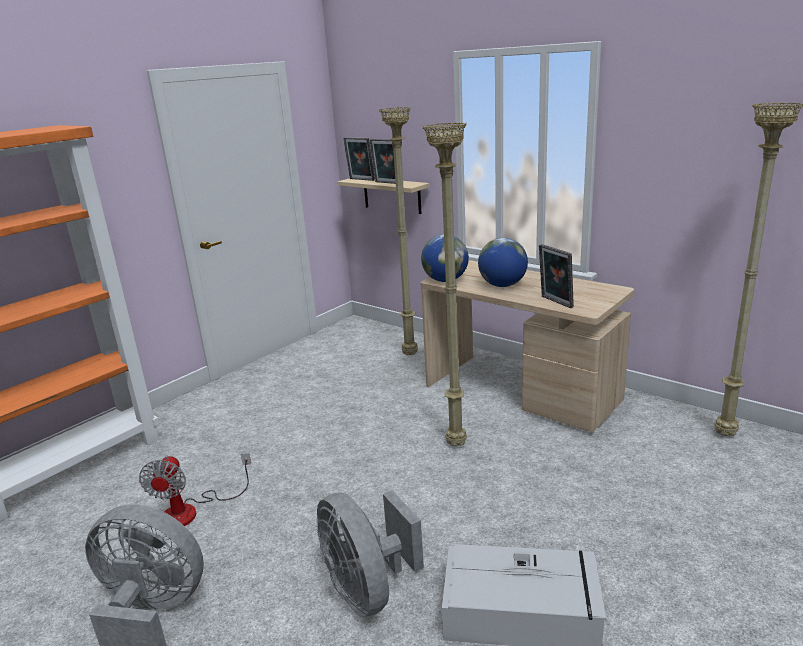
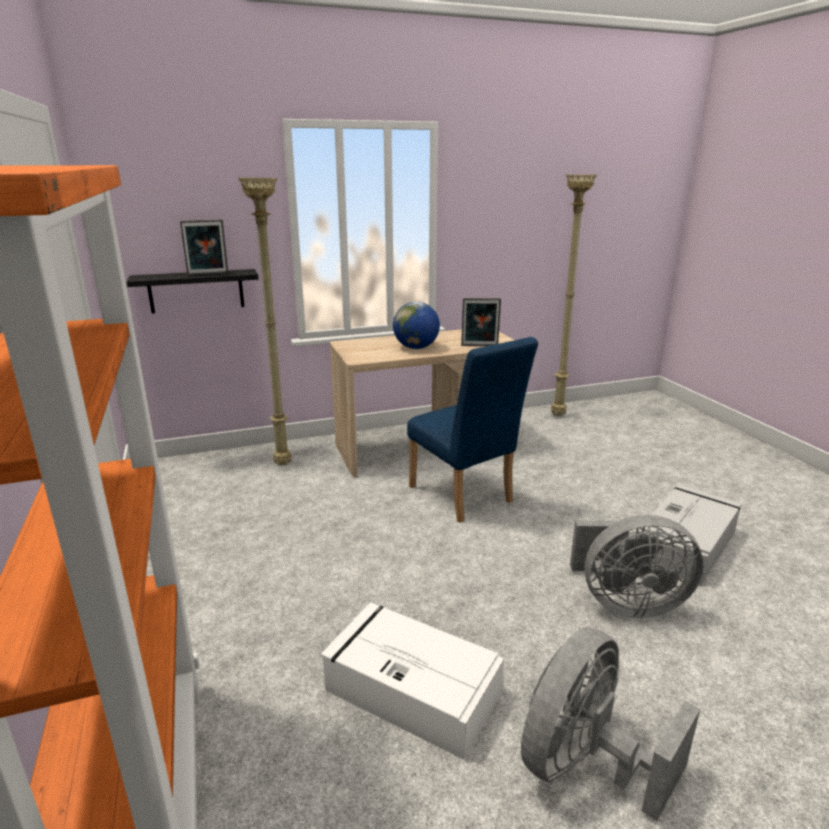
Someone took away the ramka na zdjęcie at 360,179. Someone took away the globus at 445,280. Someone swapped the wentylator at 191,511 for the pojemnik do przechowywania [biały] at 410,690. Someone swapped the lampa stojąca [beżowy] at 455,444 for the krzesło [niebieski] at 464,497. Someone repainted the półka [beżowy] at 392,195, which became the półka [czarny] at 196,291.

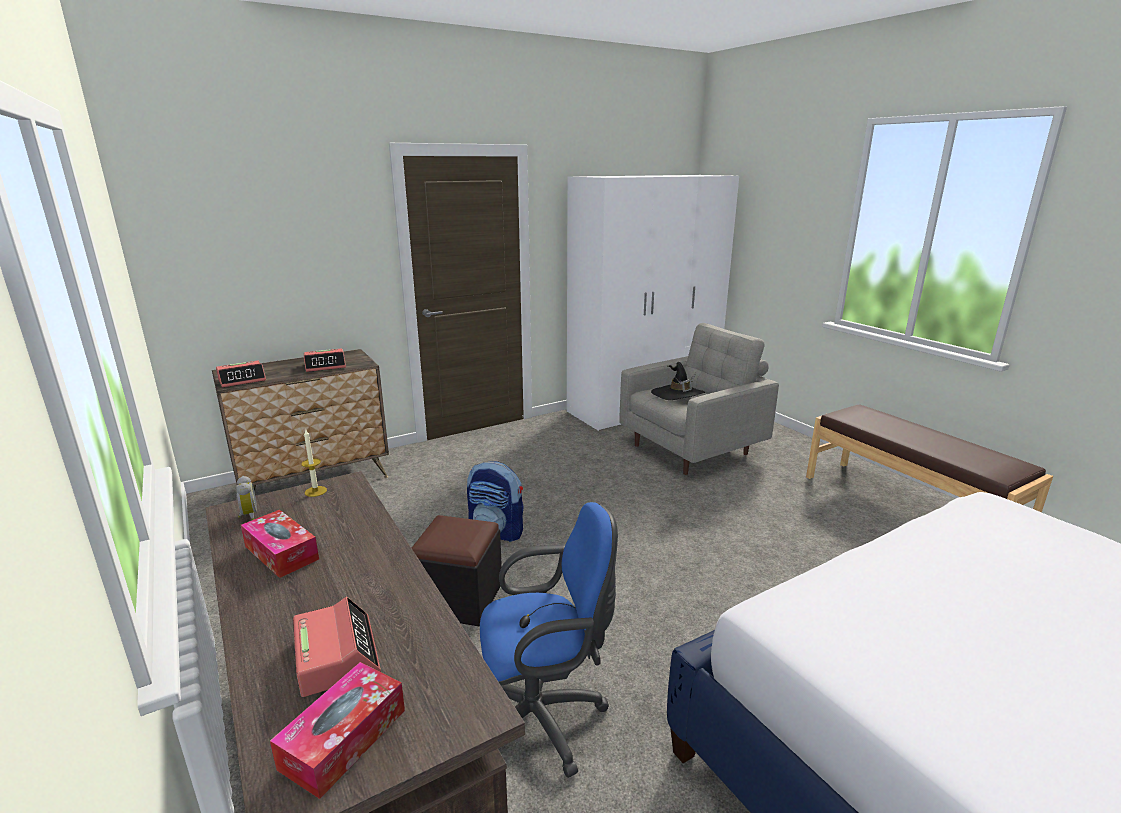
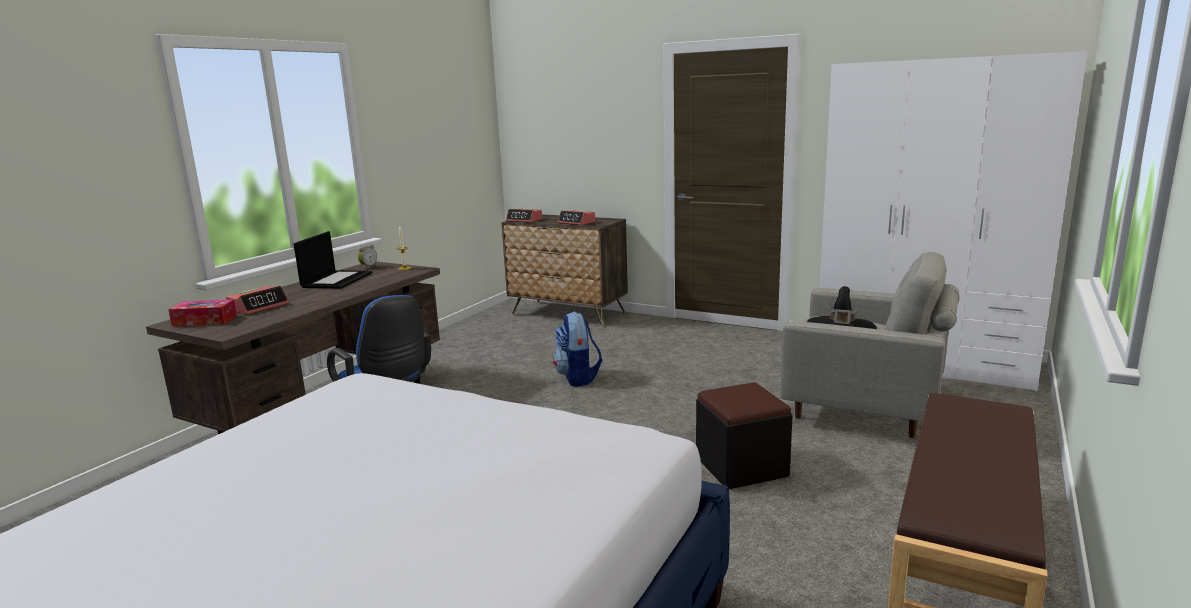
Someone carried the pufa [czarny] from 459,599 to 741,467. Someone swapped the pudełko chusteczek at 281,553 for the laptop at 337,280.

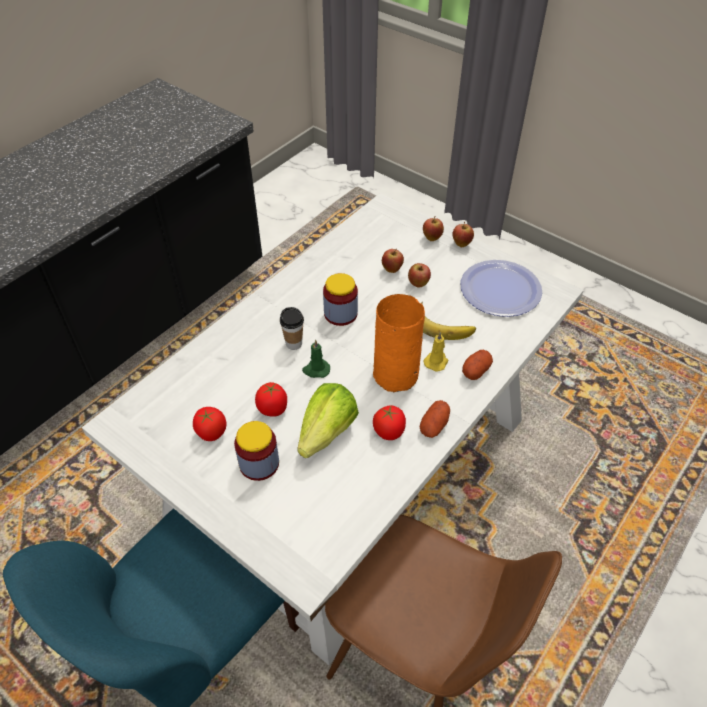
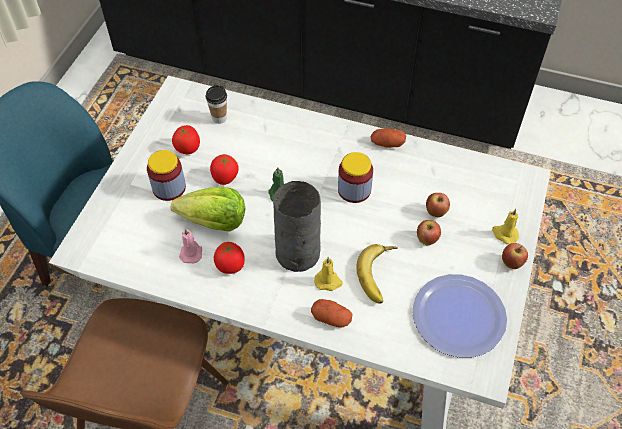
Someone put down the świeca [różowy] at 191,252. Someone carried the filiżanka from 294,343 to 219,118. Someone carried the ziemniak from 434,425 to 387,143. Someone swapped the jabłko at 432,238 for the świeca [żółty] at 504,234. Someone repainted the wazon [pomarańczowy] at 396,376, which became the wazon [szary] at 297,254.

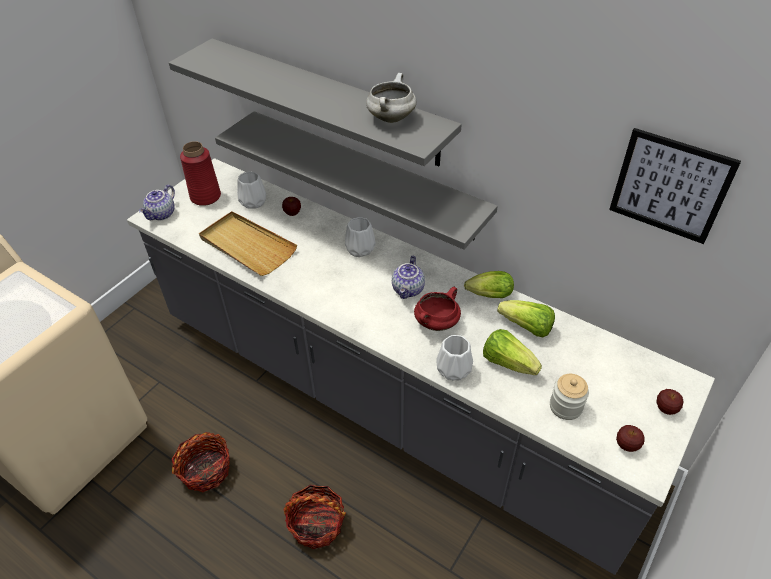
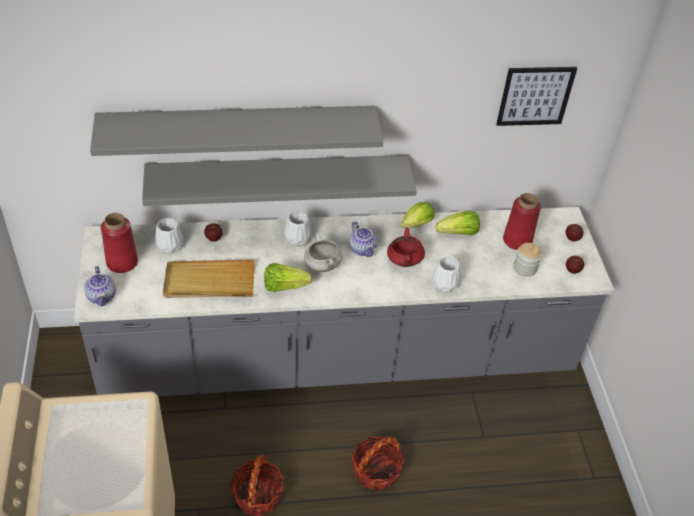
Someone put down the wazon [czerwony] at 517,240. Someone carried the garnek [biały] from 391,117 to 321,265. Someone carried the sałata from 508,362 to 284,286.

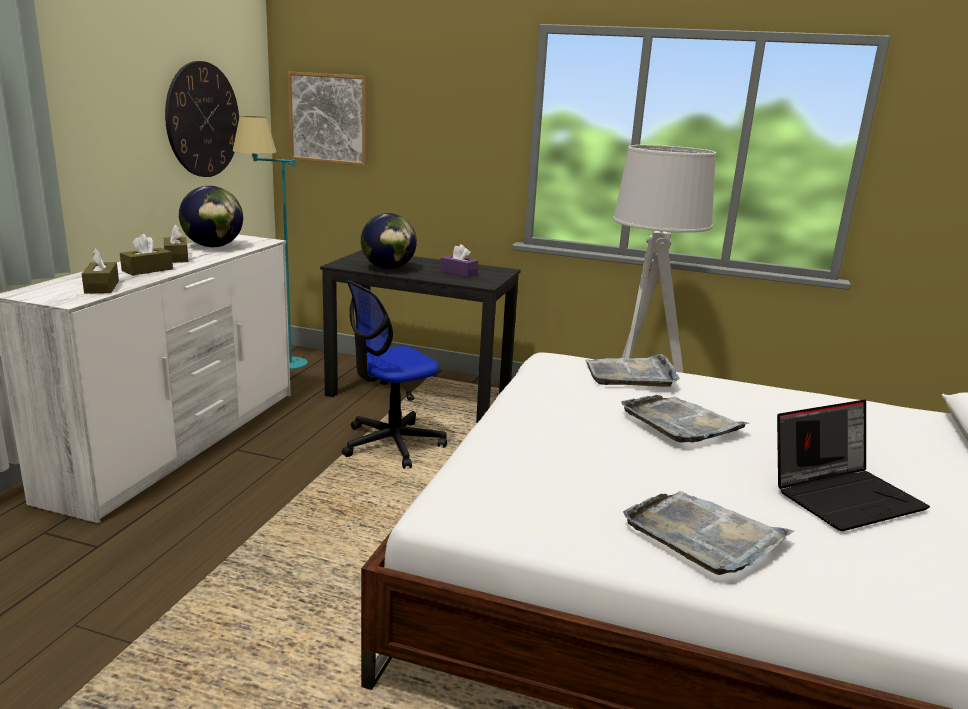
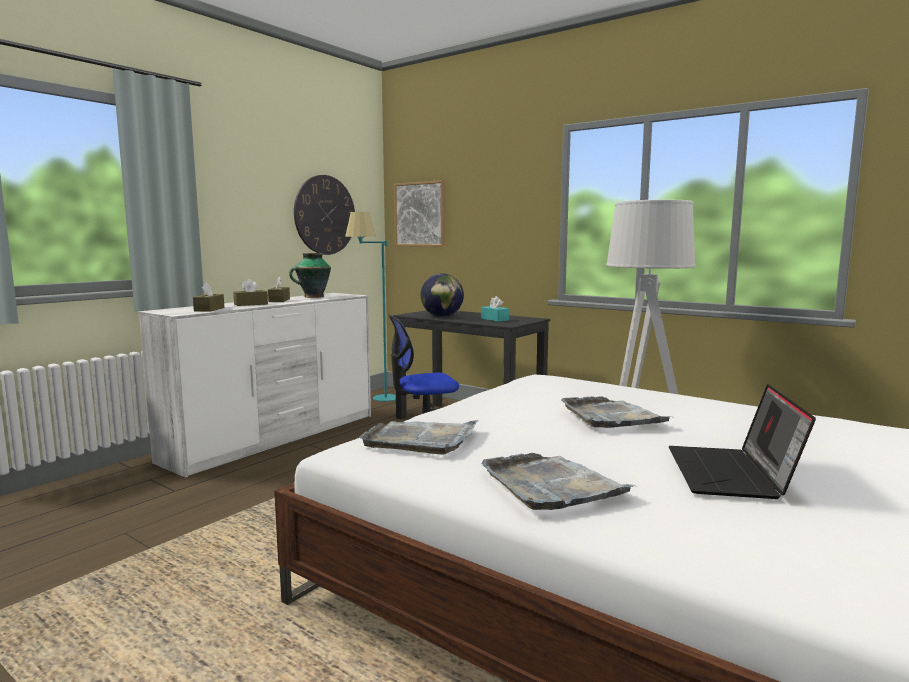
Someone carried the taca [szary] from 631,374 to 421,439. Someone swapped the globus at 213,246 for the wazon at 313,297. Someone repainted the pudełko chusteczek [fioletowy] at 458,273, which became the pudełko chusteczek [turkusowy] at 494,319. Someone rotated the laptop at 844,495 by 105 degrees clockwise.

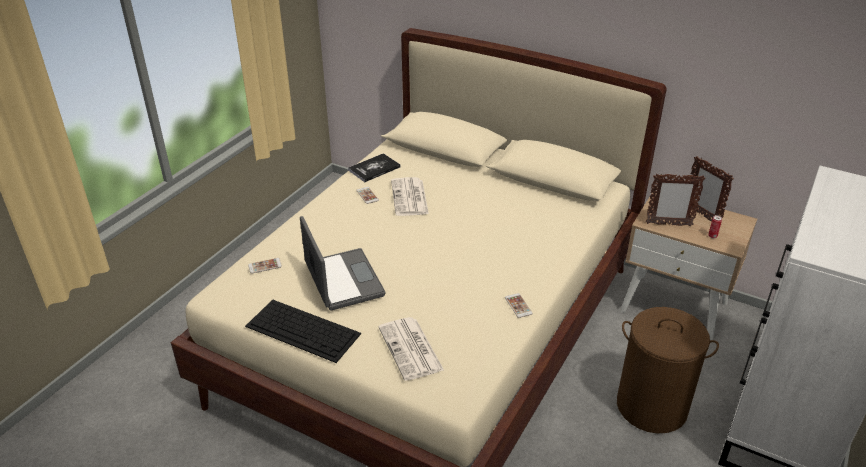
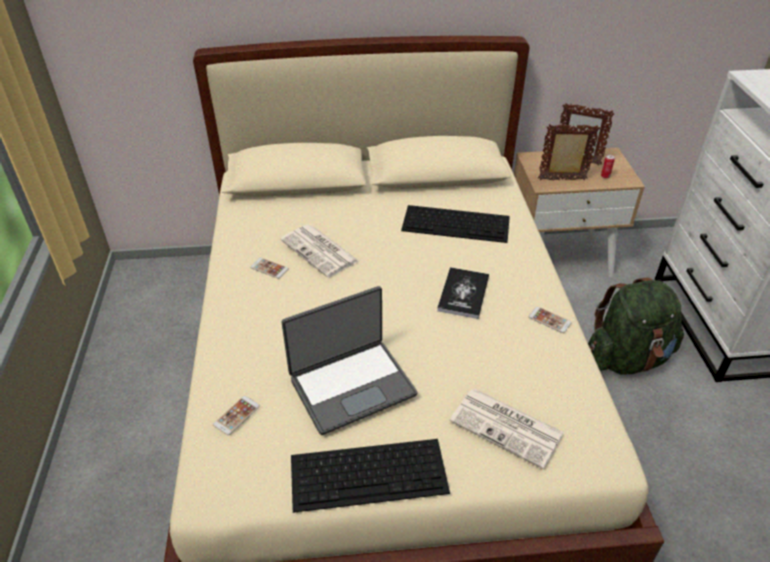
Someone put down the klawiatura at 457,223. Someone carried the książka from 374,169 to 463,294. Someone swapped the kosz na pranie [brązowy] at 652,406 for the plecak [zielony] at 627,358. Someone rotated the laptop at 342,281 by 120 degrees clockwise. Someone rotated the ramka na zdjęcie at 668,224 by 150 degrees counterclockwise.

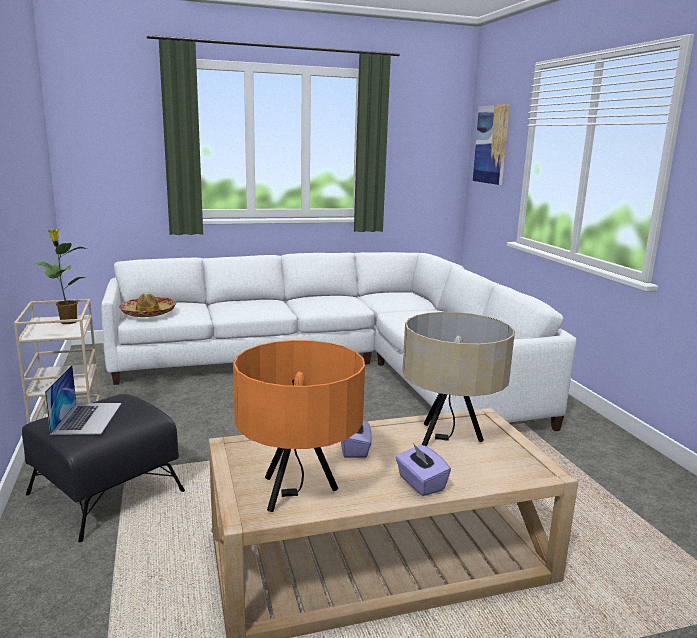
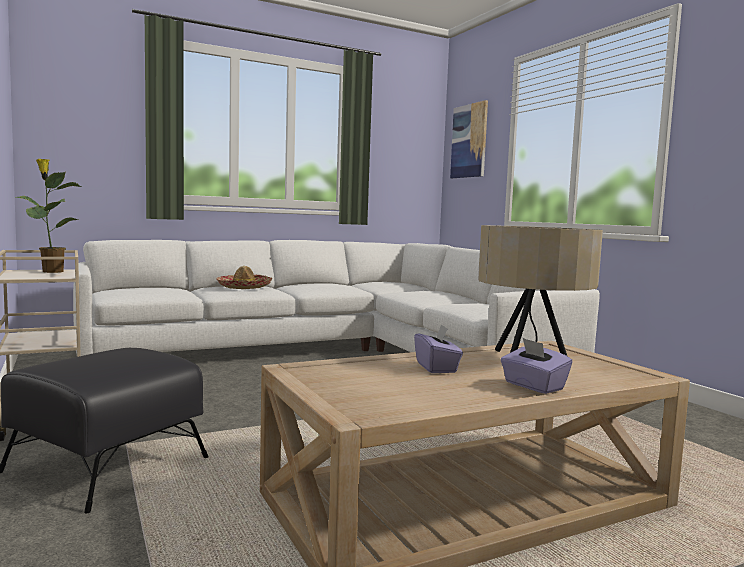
Someone took away the laptop at 87,418. Someone took away the lampa stołowa [pomarańczowy] at 299,493. Someone carried the kapelusz from 148,313 to 244,287.

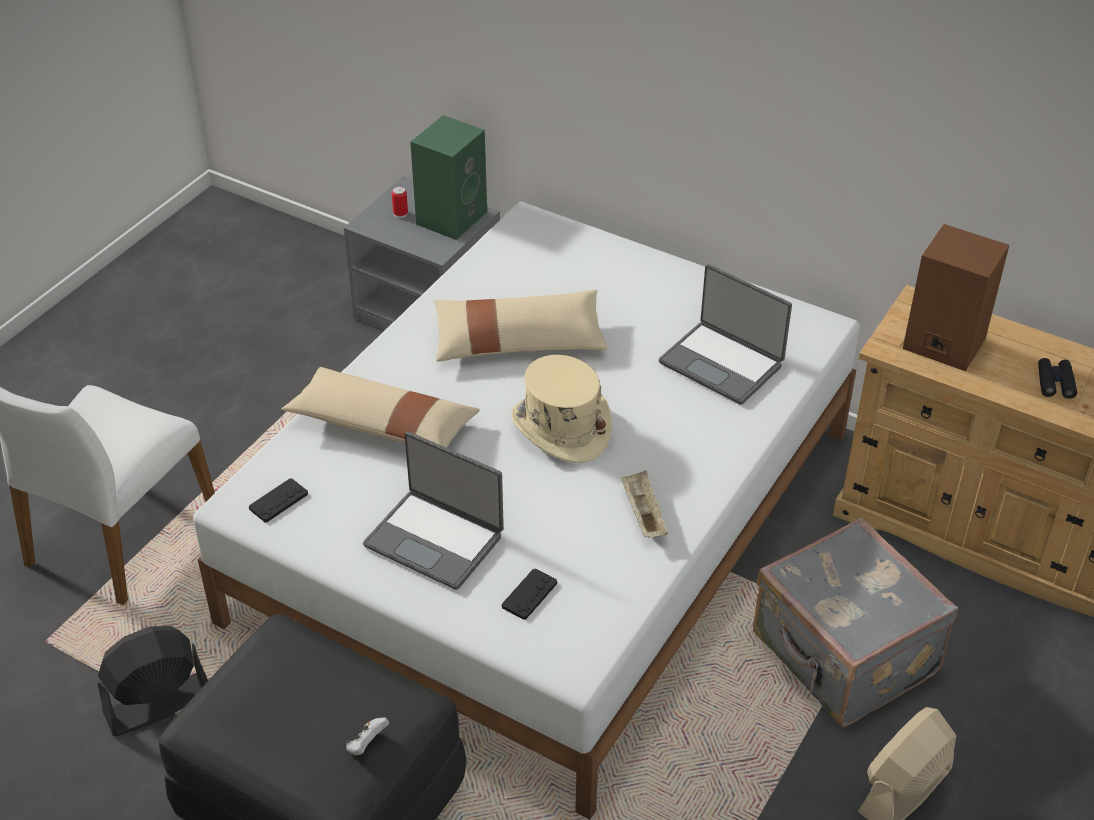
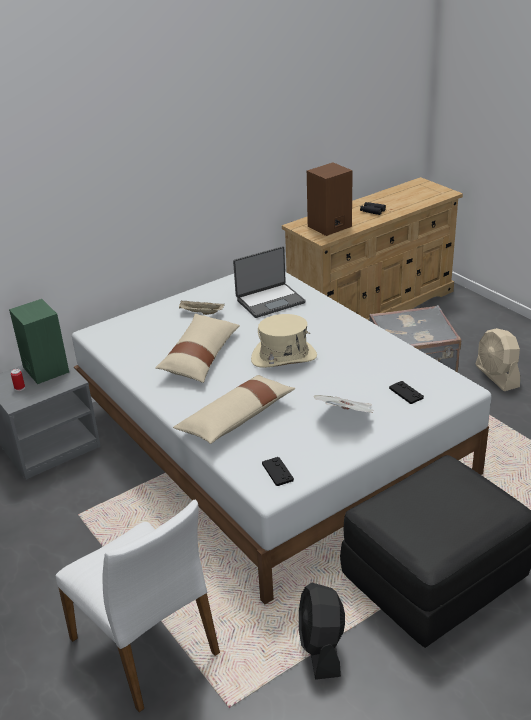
Someone took away the pad do gier [biały] at 367,744. Someone carried the taca [beżowy] from 643,514 to 201,313. Someone swapped the laptop at 435,539 for the gazeta at 346,416.

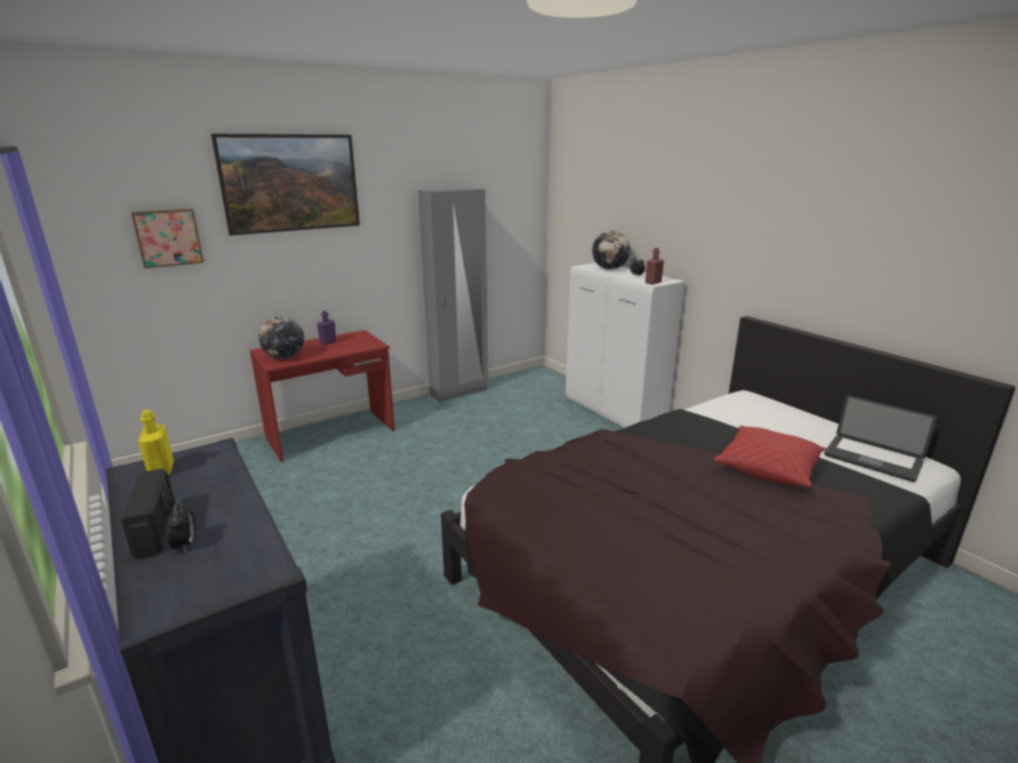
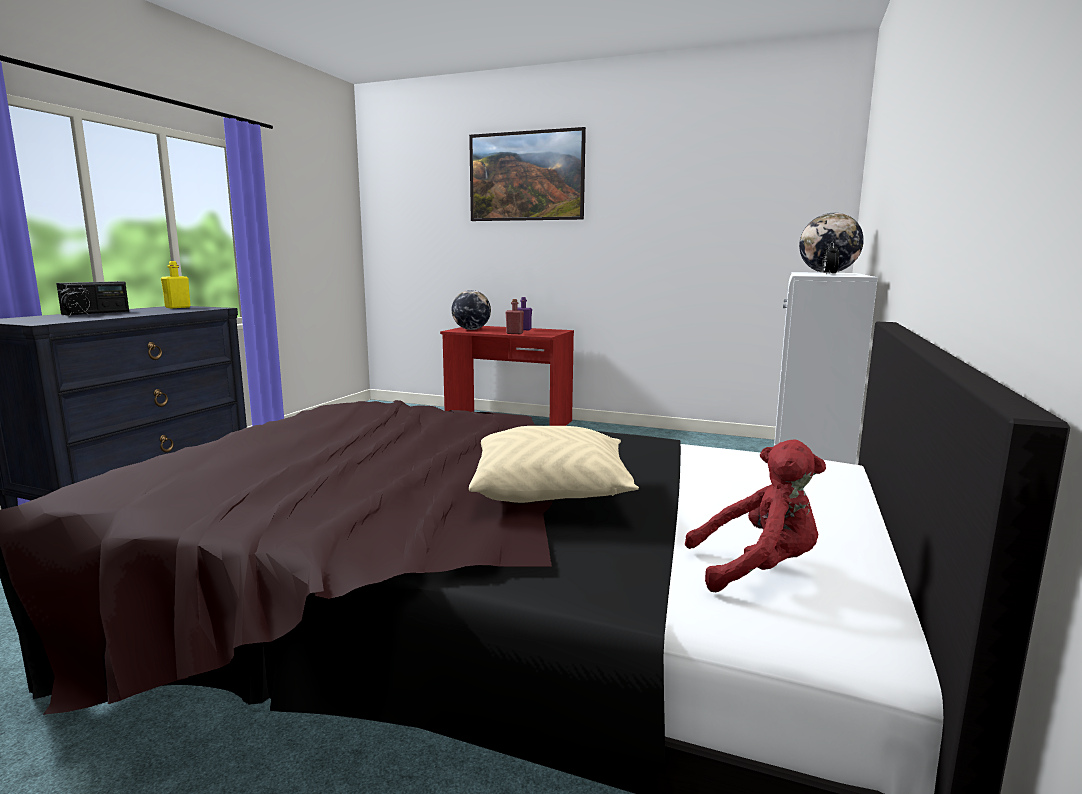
Someone took away the obraz at 168,237. Someone took away the szafa [szary] at 459,392. Someone carried the butelka [czerwony] from 653,282 to 514,333. Someone swapped the laptop at 872,459 for the pluszak [czerwony] at 757,569. Someone repainted the poduszka [czerwony] at 768,468, which became the poduszka [beżowy] at 551,490.

